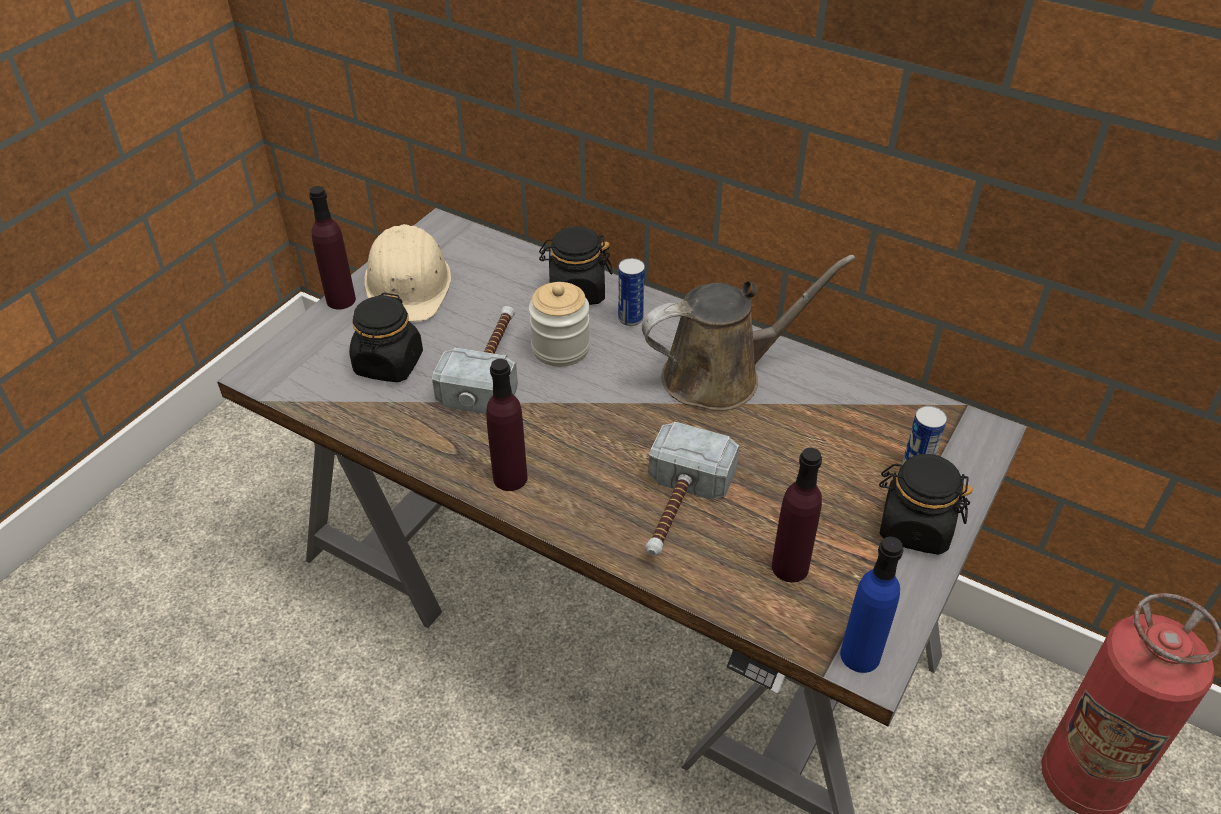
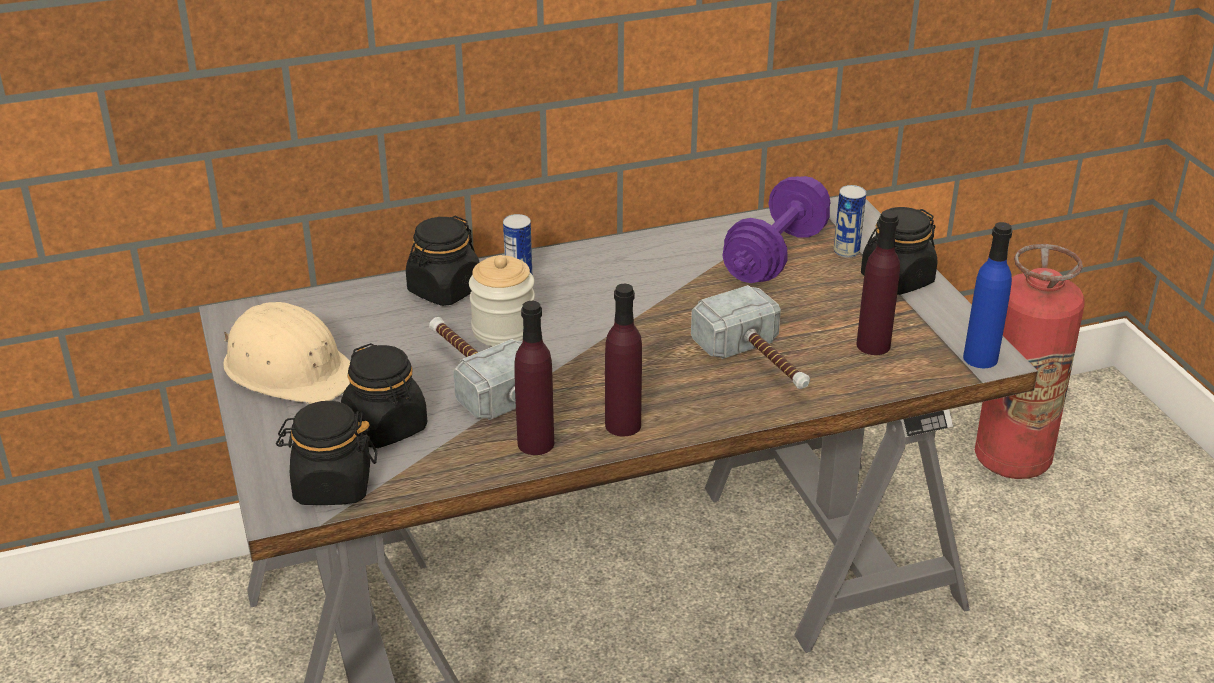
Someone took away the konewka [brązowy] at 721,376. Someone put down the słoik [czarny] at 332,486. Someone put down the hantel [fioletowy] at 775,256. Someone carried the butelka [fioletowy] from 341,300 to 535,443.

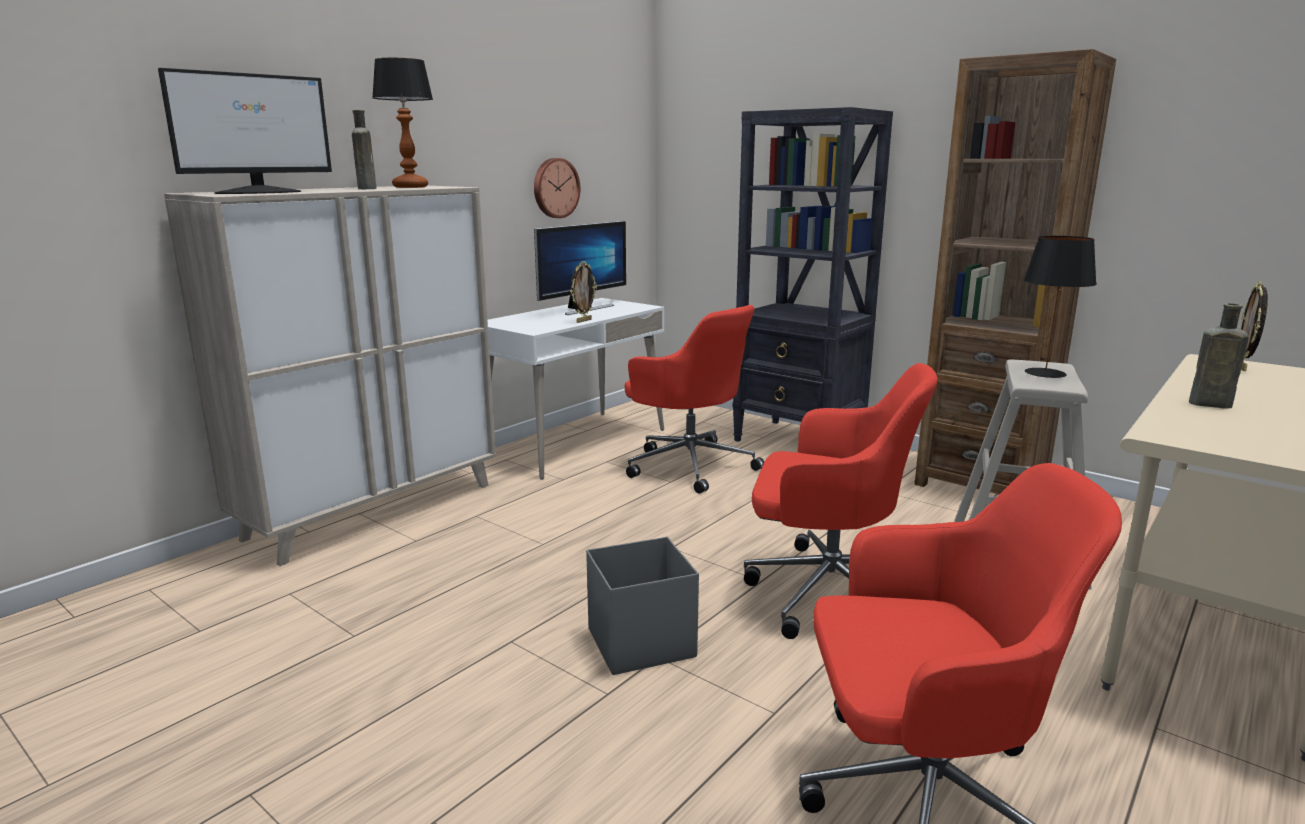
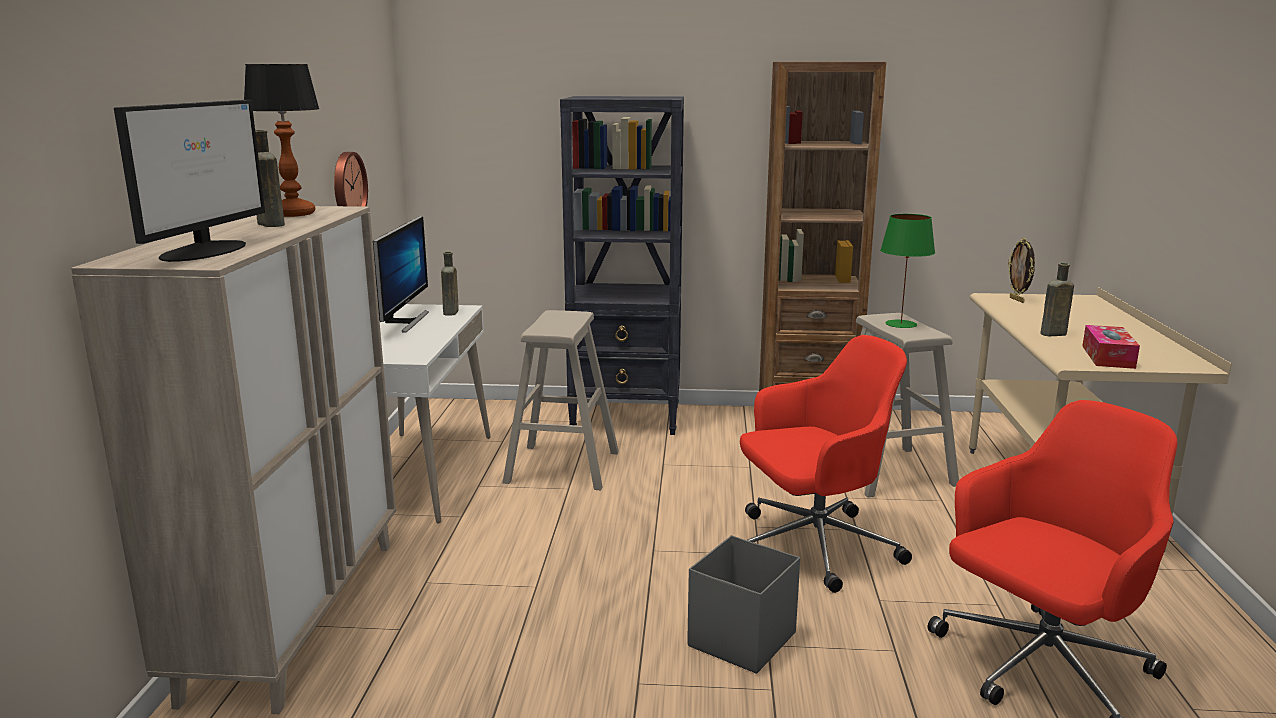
Someone took away the ramka na zdjęcie at 583,321. Someone put down the butelka [brązowy] at 450,313. Someone put down the pudełko chusteczek at 1108,357. Someone swapped the krzesło biurowe [czerwony] at 689,465 for the stołek [beżowy] at 562,467. Someone repainted the lampa stołowa [czarny] at 1046,373, which became the lampa stołowa [zielony] at 901,324.

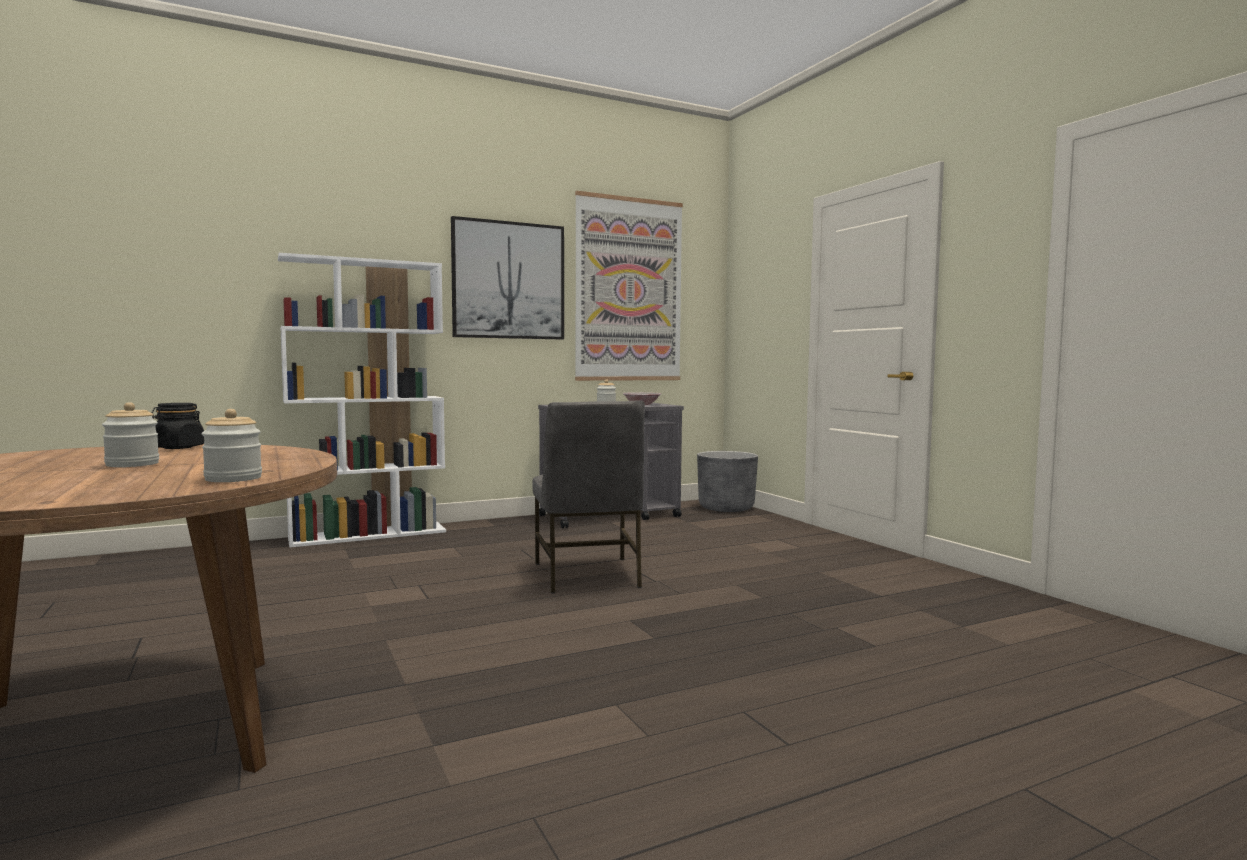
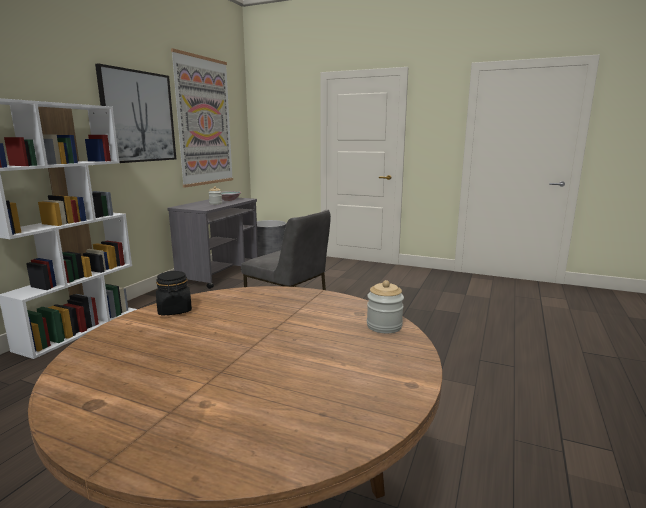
Someone took away the słoik at 132,464.

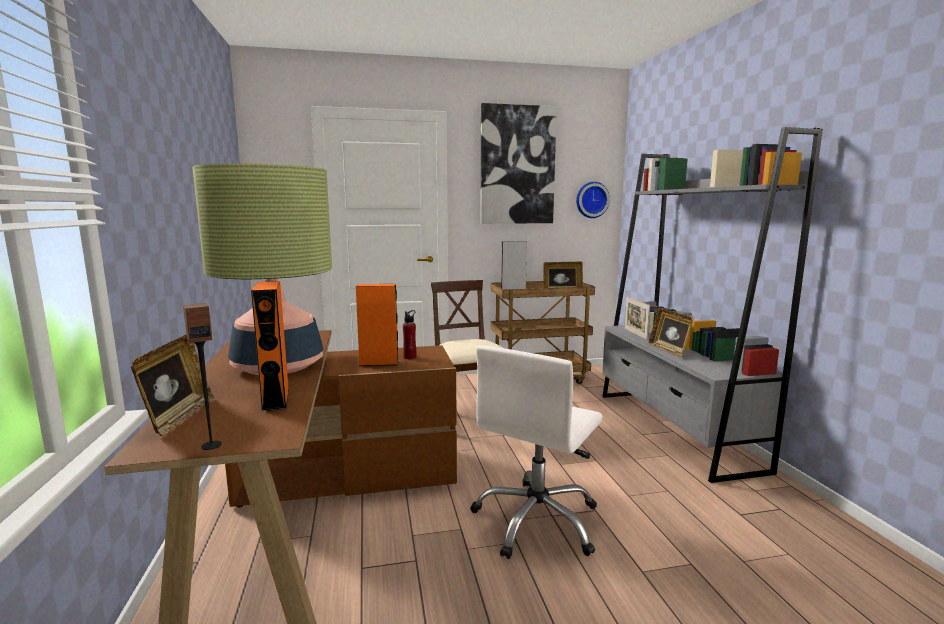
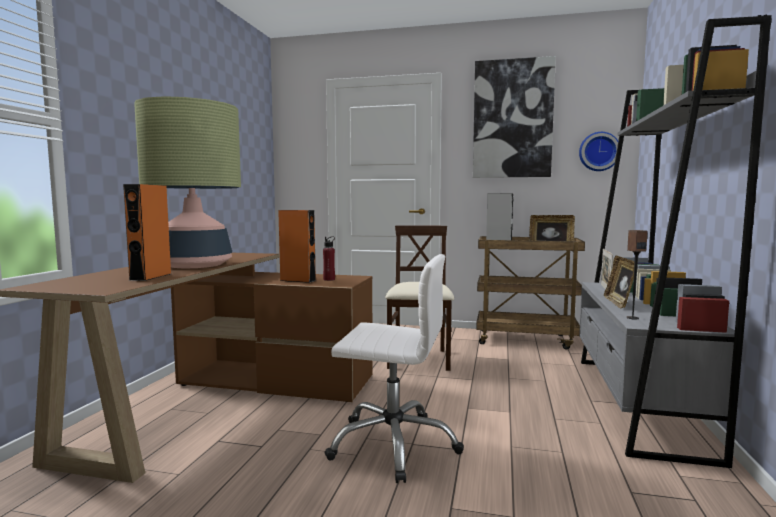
Someone took away the ramka na zdjęcie at 178,417. Someone carried the głośnik from 211,445 to 632,318. Someone rotated the krzesło biurowe [biały] at 537,521 by 135 degrees counterclockwise.

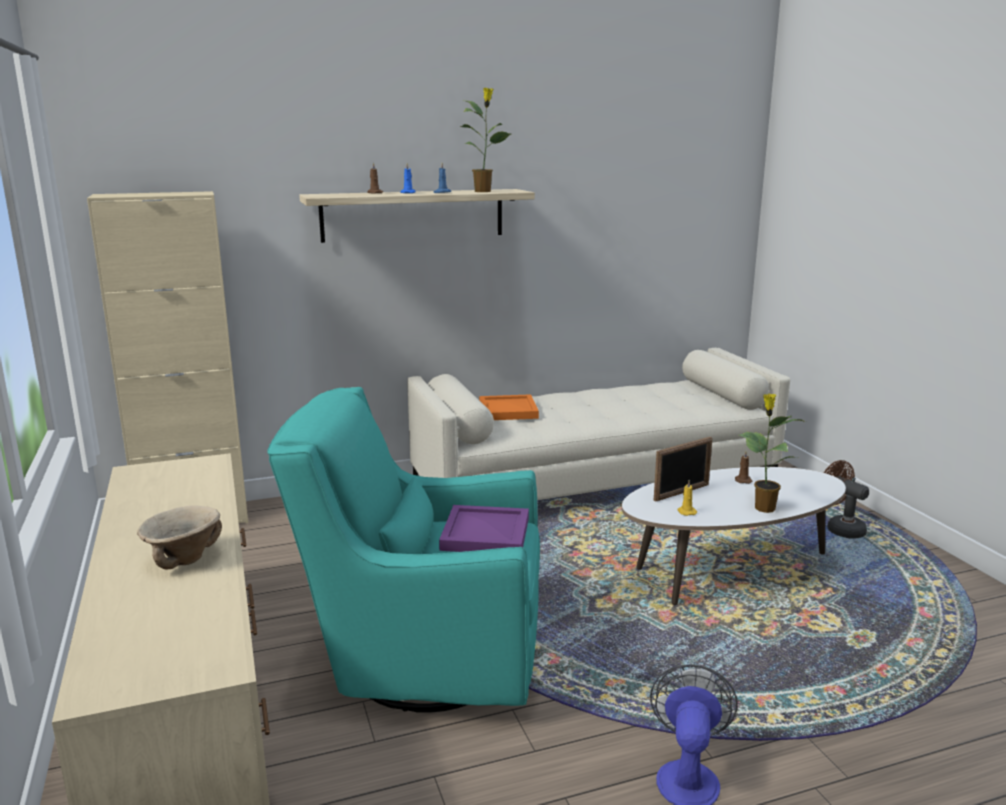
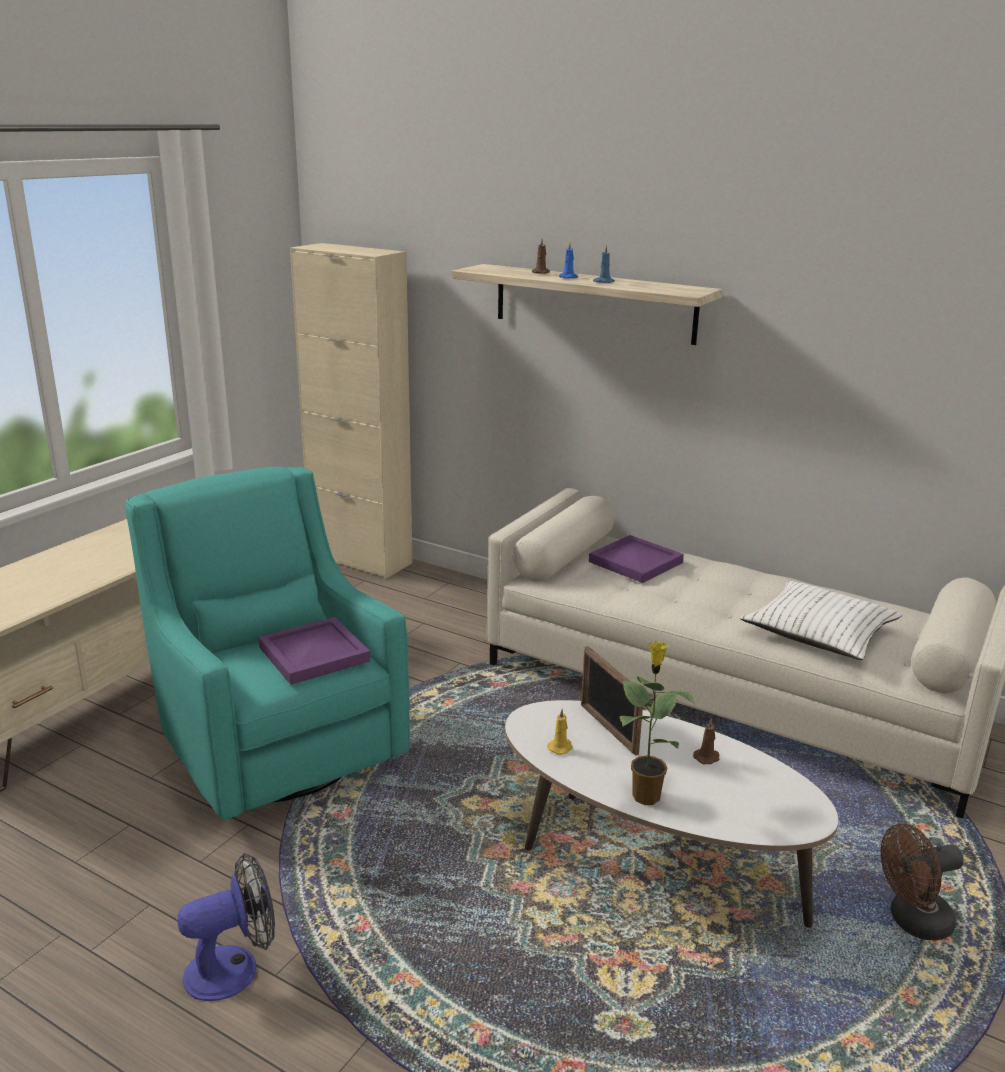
Someone took away the miska [beżowy] at 183,559. Someone took away the roślina doniczkowa at 483,191. Someone put down the poduszka [biały] at 819,633. Someone repainted the taca [pomarańczowy] at 507,410, which became the taca [fioletowy] at 635,561. Someone rotated the ramka na zdjęcie at 682,492 by 45 degrees clockwise. Someone rotated the wentylator [brązowy] at 840,529 by 120 degrees counterclockwise.

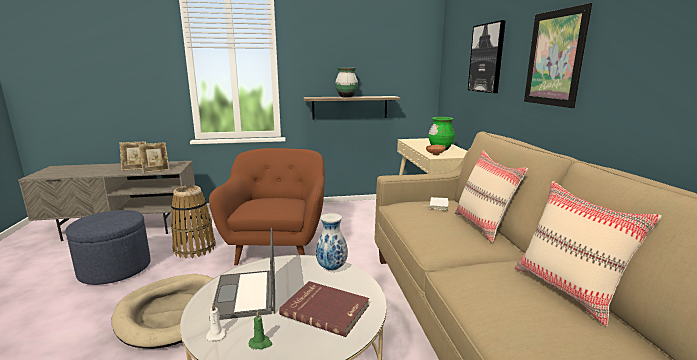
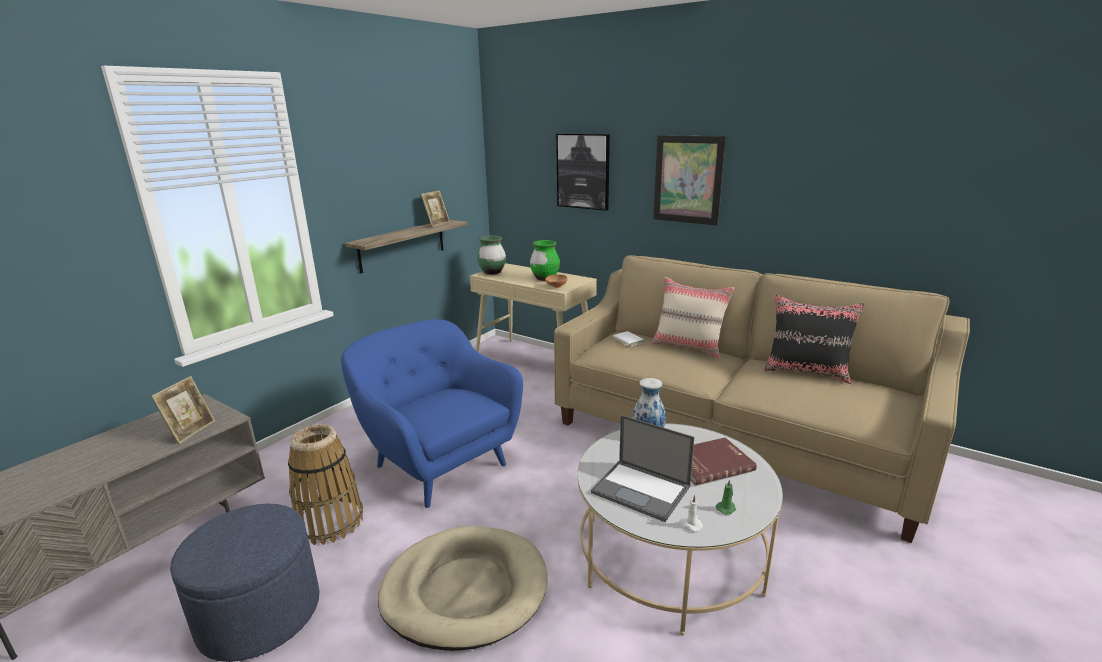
Someone carried the ramka na zdjęcie from 136,168 to 437,224. Someone carried the wazon [zielony] from 346,97 to 492,272. Someone repainted the fotel [brązowy] at 278,247, which became the fotel [niebieski] at 438,463. Someone repainted the poduszka [beżowy] at 567,290, which became the poduszka [czarny] at 806,372.

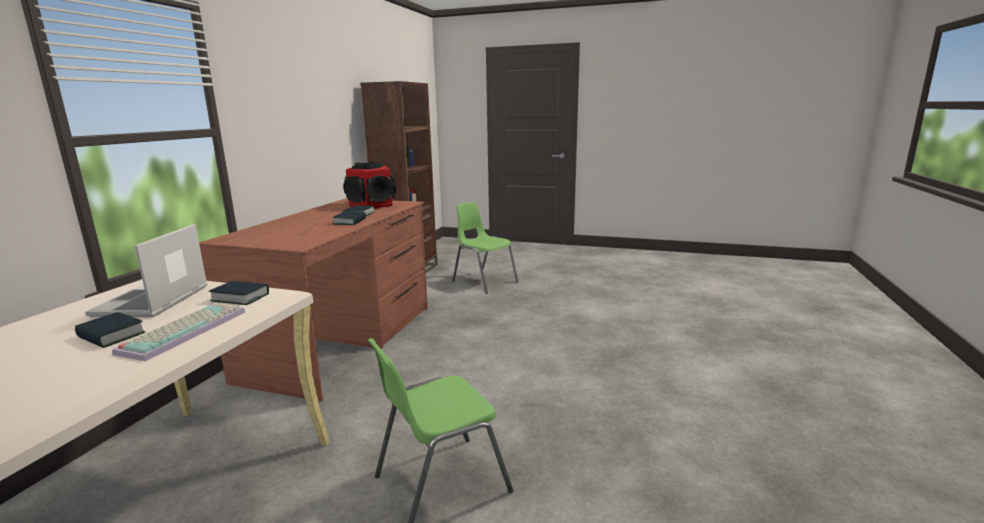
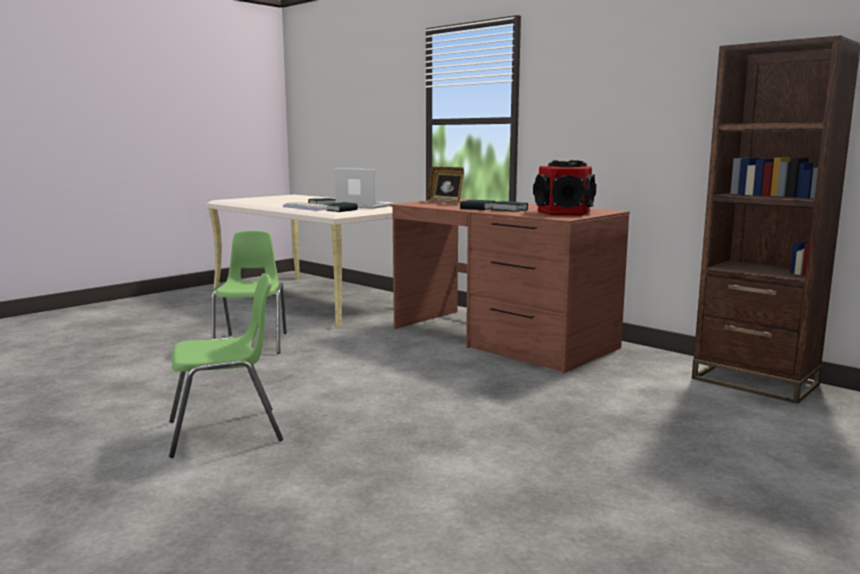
Someone put down the ramka na zdjęcie at 445,202. Someone carried the krzesło [zielony] from 484,281 to 227,431.

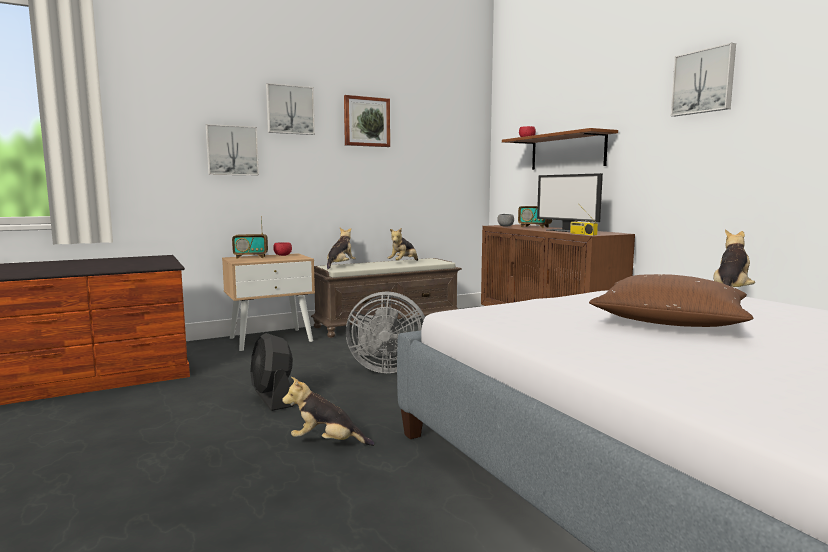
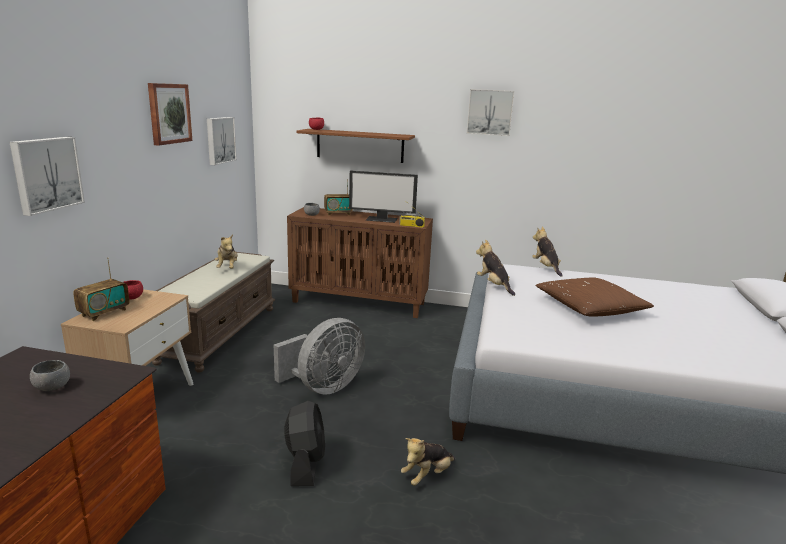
Someone put down the miska [szary] at 52,387. Someone carried the obraz from 290,110 to 219,140. Someone carried the pluszak from 340,266 to 493,285. Someone rotated the wentylator [czarny] at 273,398 by 105 degrees counterclockwise.

